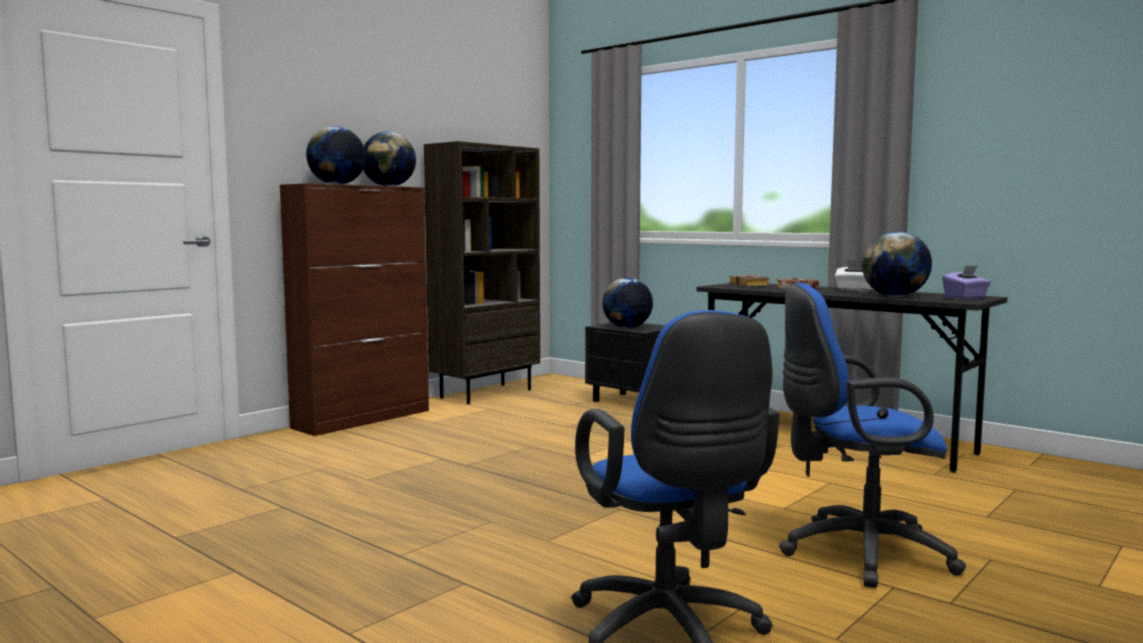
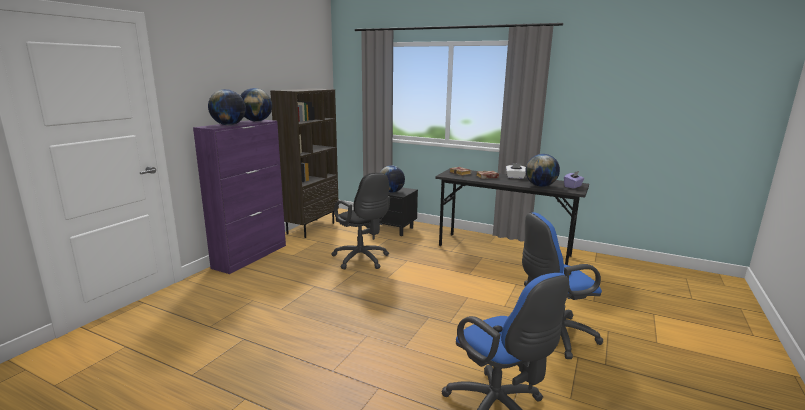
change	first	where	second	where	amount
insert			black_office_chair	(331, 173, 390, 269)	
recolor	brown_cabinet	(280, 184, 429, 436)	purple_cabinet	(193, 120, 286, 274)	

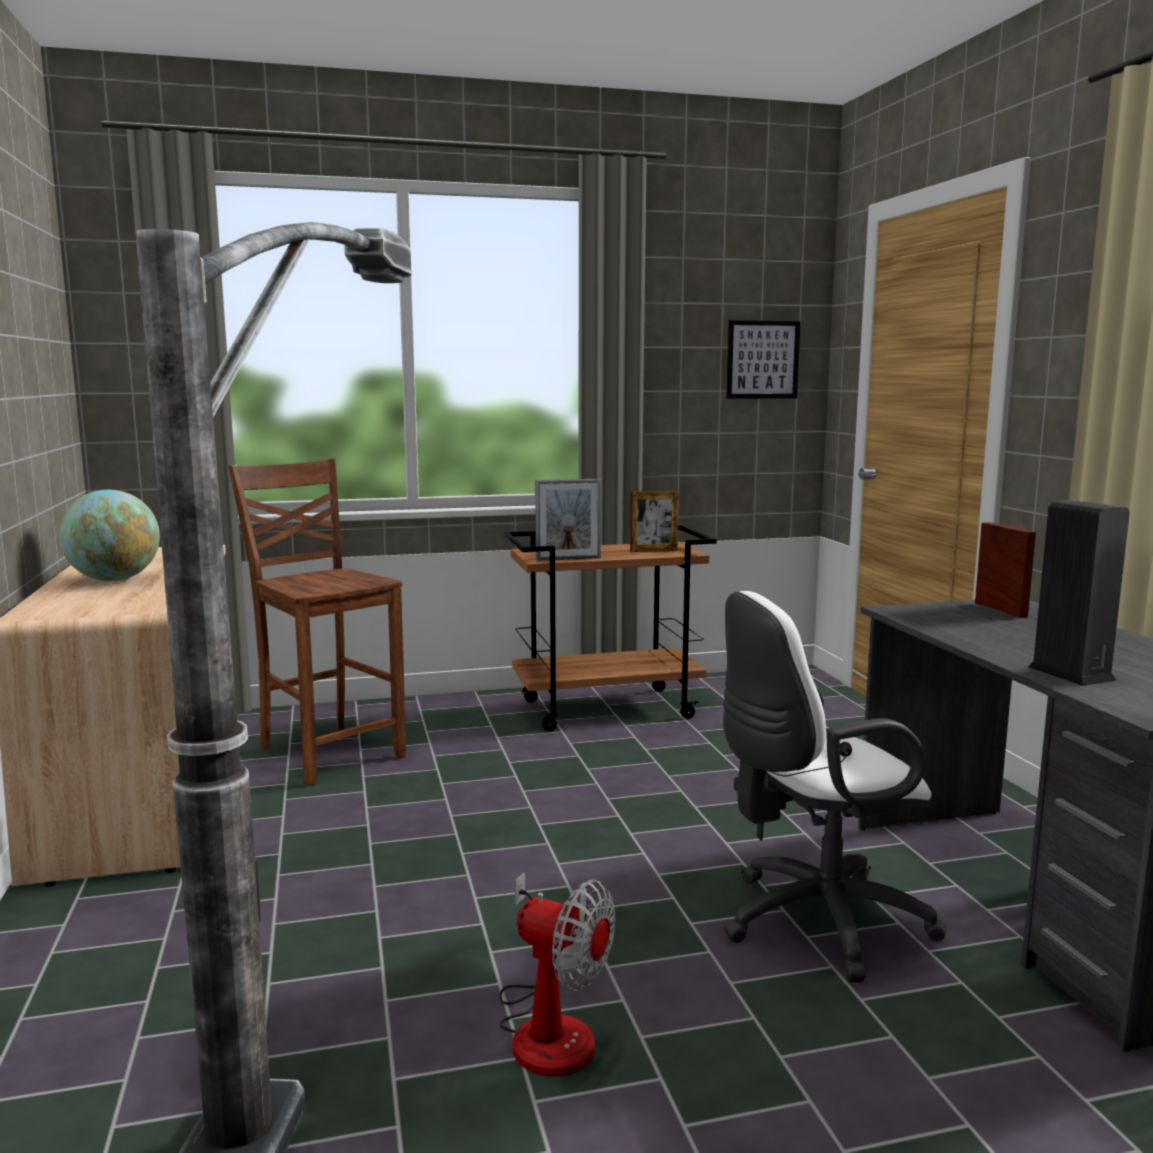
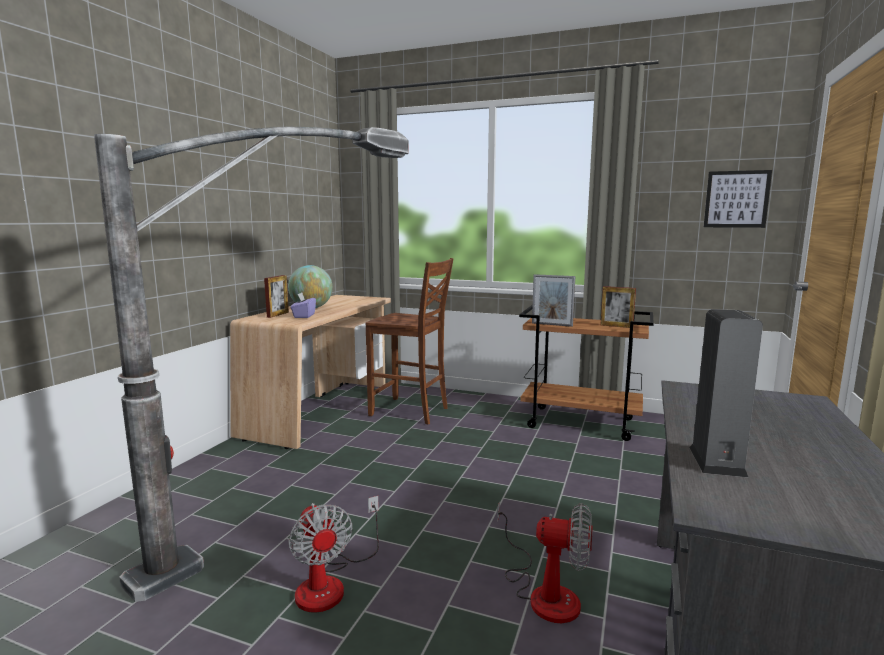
change	first	where	second	where	amount
insert			purple_tissue_box	(290, 293, 316, 318)	
move	picture_frame	(975, 522, 1036, 618)		(264, 275, 289, 318)	
replace	white_office_chair	(723, 591, 946, 982)	fan	(497, 501, 592, 623)	
rotate	brown_chair	(228, 459, 406, 786)		(365, 258, 454, 425)	120 degrees clockwise

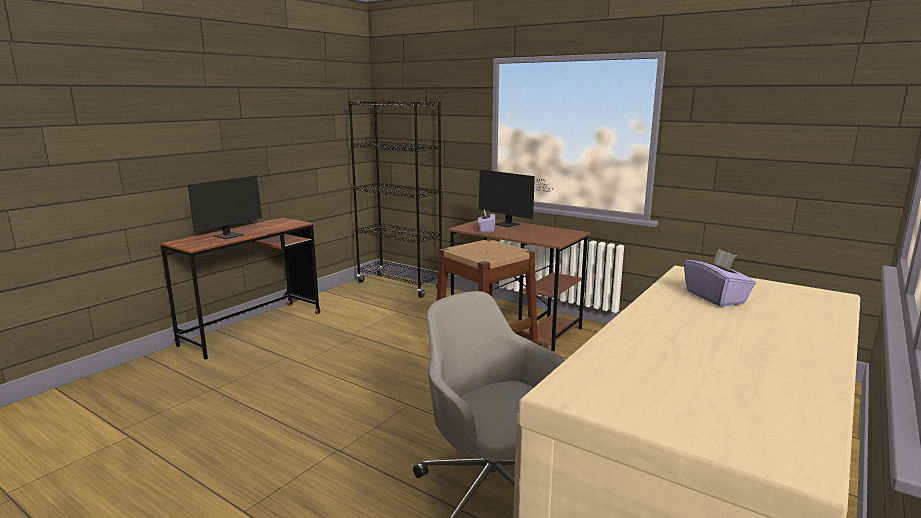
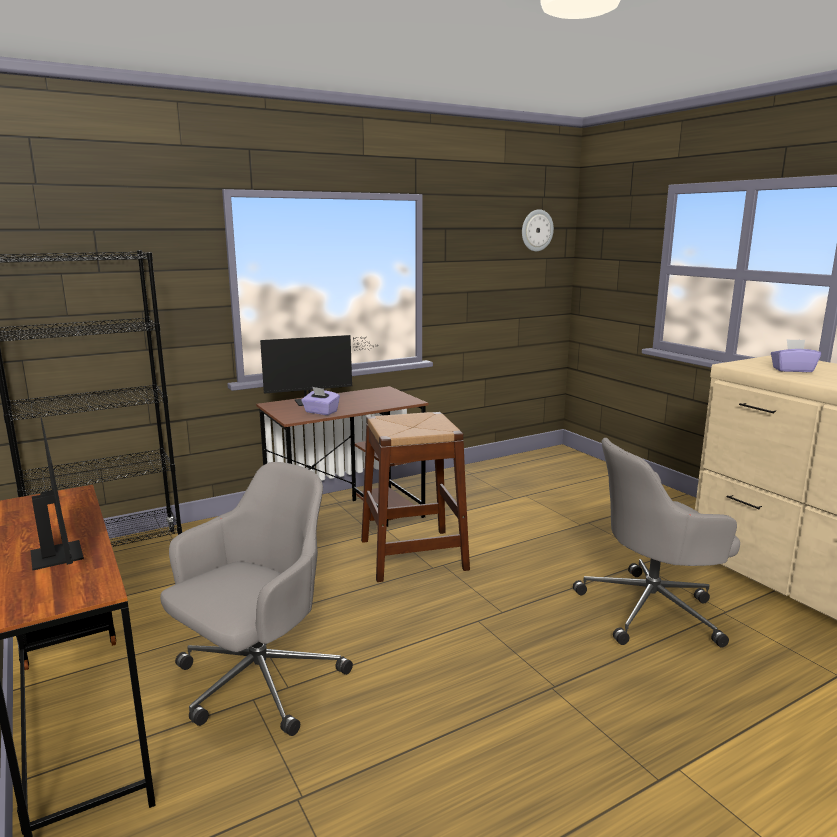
change	first	where	second	where	amount
insert			grey_office_chair	(160, 462, 353, 736)	
insert			wall_clock	(522, 209, 554, 251)	

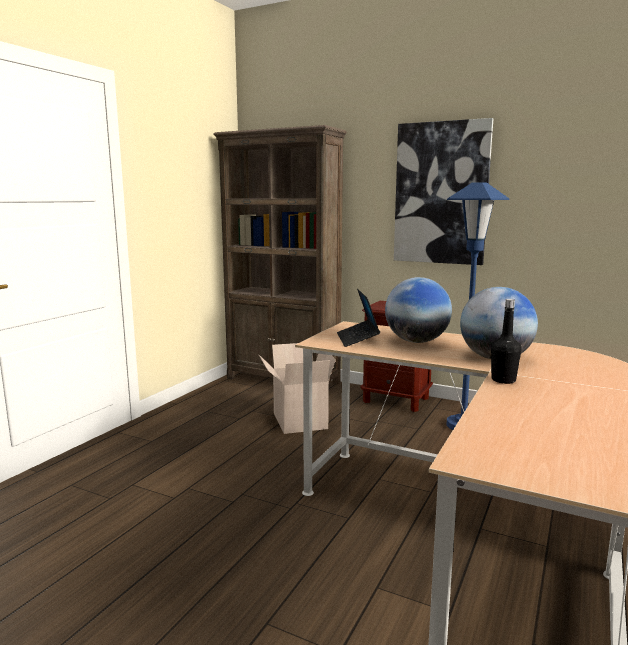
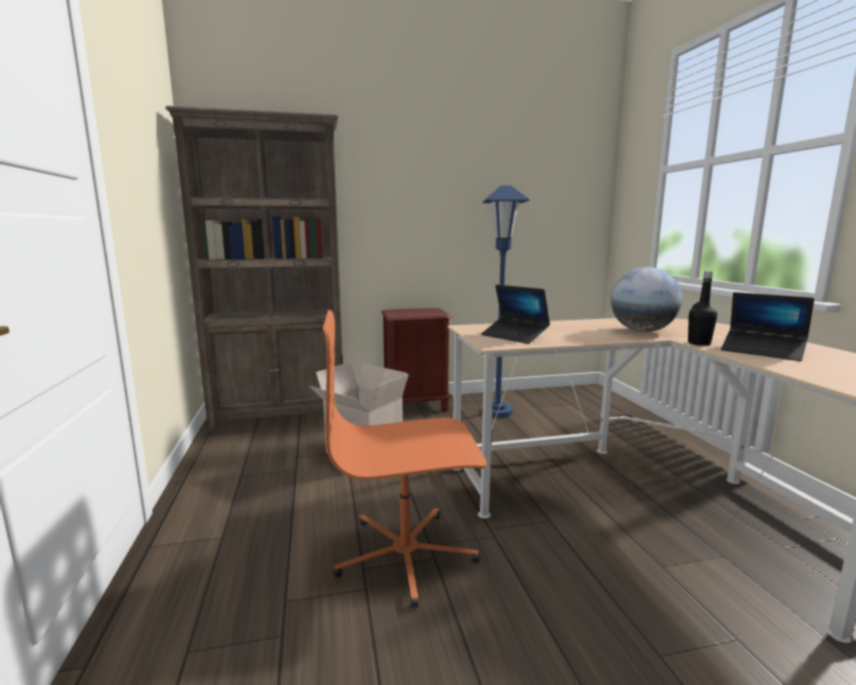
change	first	where	second	where	amount
delete	globe	(385, 277, 452, 343)			
delete	picture	(394, 118, 493, 265)			
insert			orange_office_chair	(323, 310, 487, 608)	
insert			laptop	(721, 292, 814, 361)	

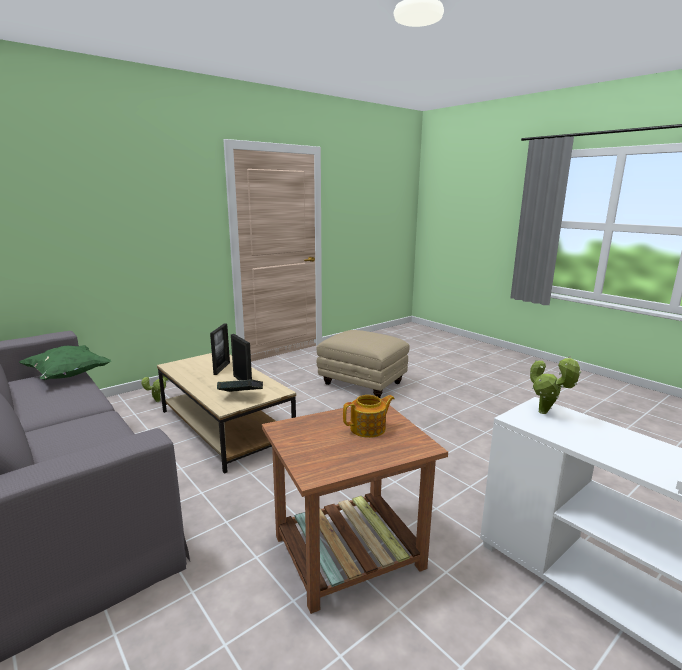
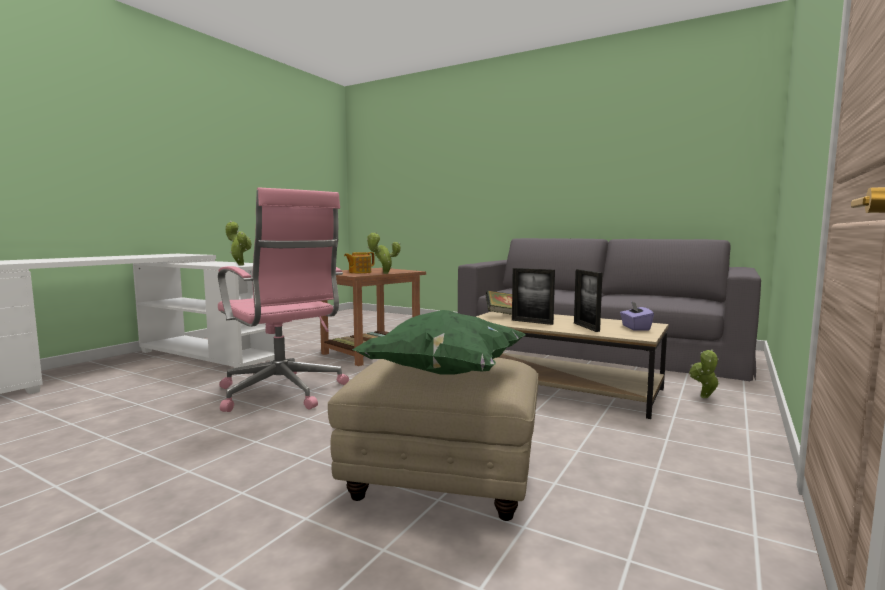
change	first	where	second	where	amount
insert			pink_office_chair	(218, 187, 349, 412)	
insert			potted_plant	(366, 232, 401, 274)	
insert			purple_tissue_box	(620, 301, 654, 330)	
move	green_pillow	(19, 345, 111, 380)		(353, 310, 526, 375)	

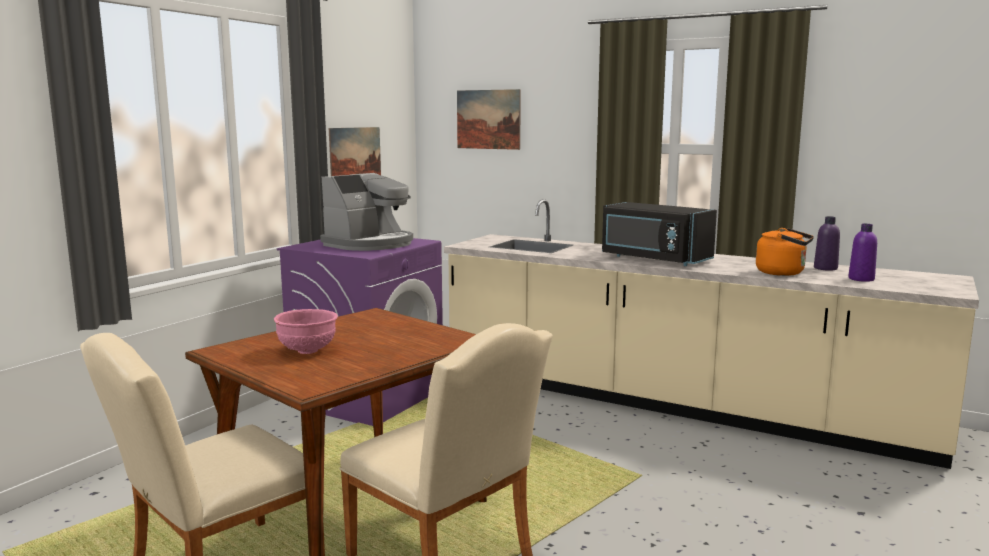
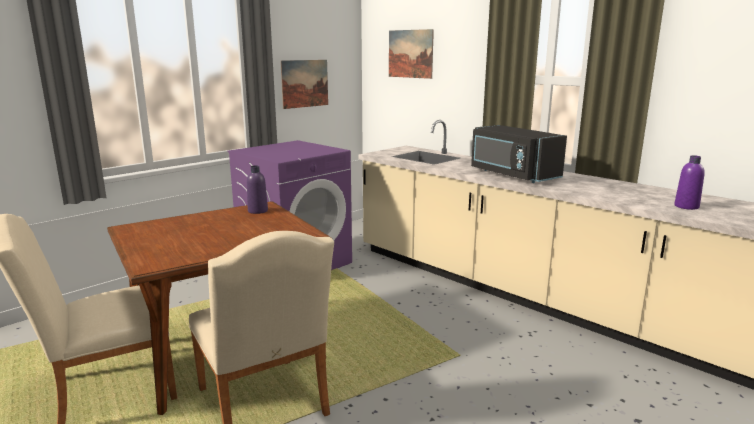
change	first	where	second	where	amount
delete	pink_bowl	(274, 309, 338, 354)			
delete	coffee_machine	(320, 173, 413, 251)			
delete	orange_kettle	(756, 228, 814, 276)			
move	purple_bottle	(814, 216, 840, 271)		(247, 165, 268, 214)	

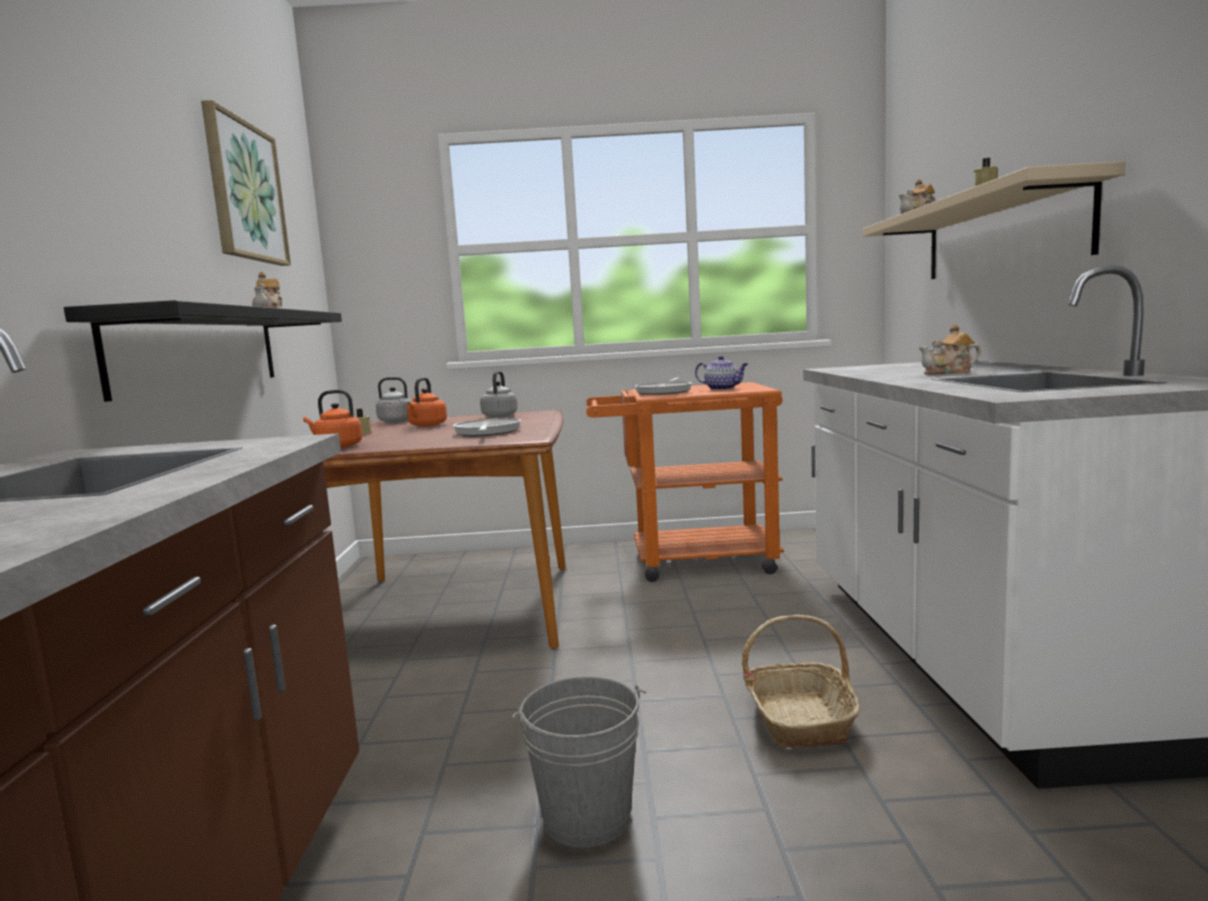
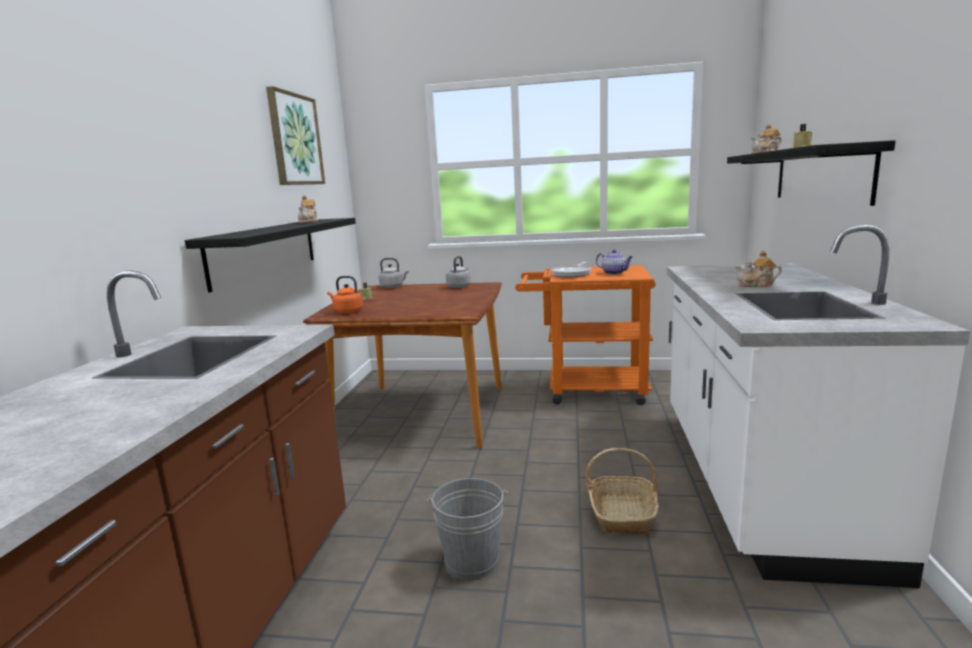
change	first	where	second	where	amount
delete	orange_kettle	(407, 377, 447, 427)			
delete	frying_pan	(453, 418, 521, 436)			
recolor	beige_shelf	(863, 161, 1125, 279)	black_shelf	(727, 140, 895, 206)	

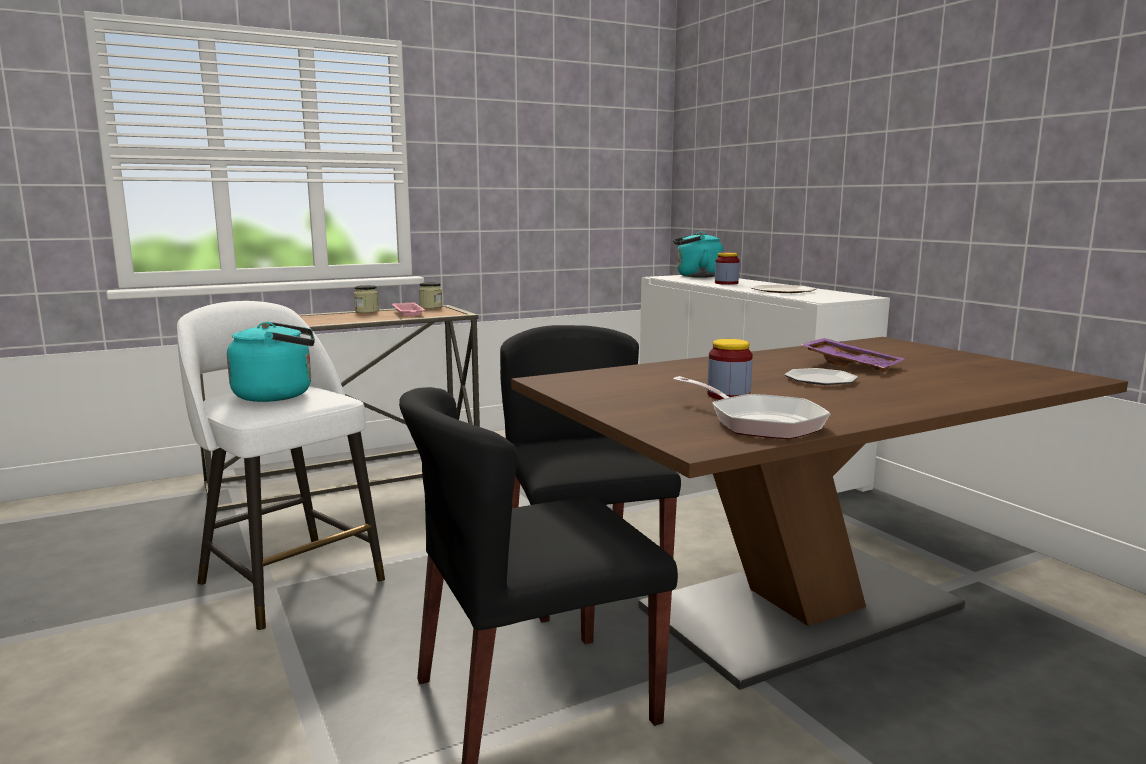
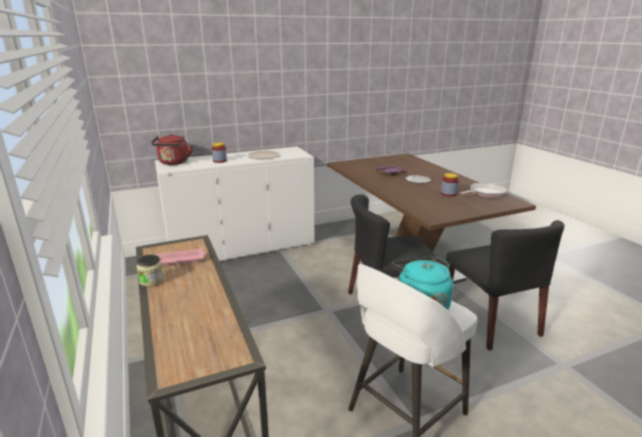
change	first	where	second	where	amount
delete	jar	(419, 282, 442, 309)			
recolor	turquoise_kettle	(673, 232, 723, 278)	red_kettle	(151, 134, 193, 165)	

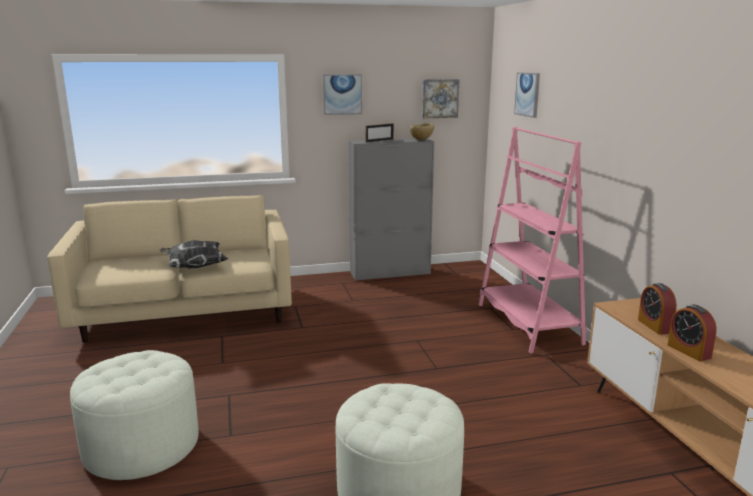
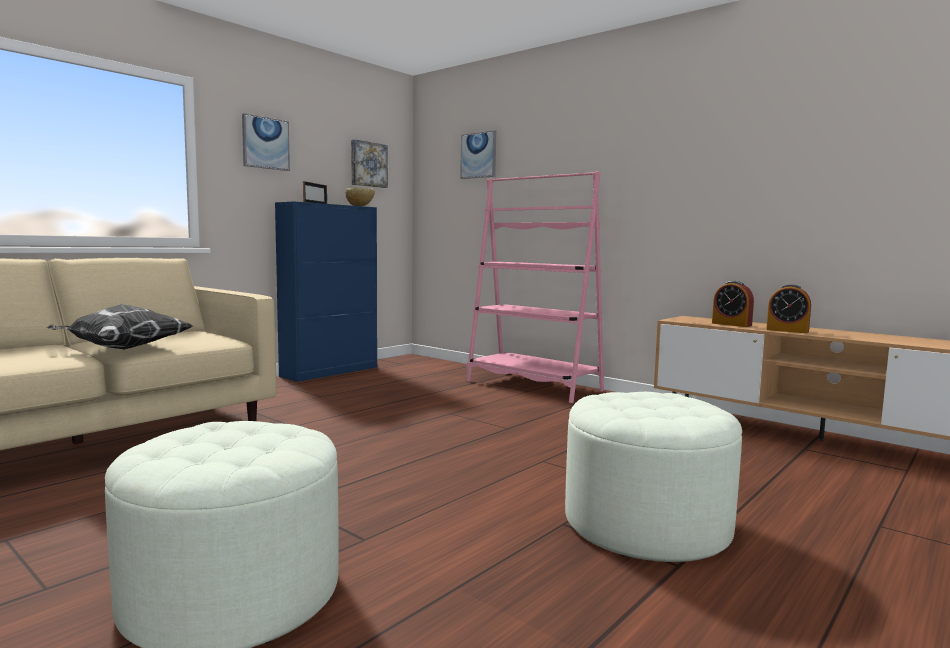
change	first	where	second	where	amount
recolor	grey_cabinet	(348, 139, 434, 280)	blue_cabinet	(275, 201, 377, 382)	

